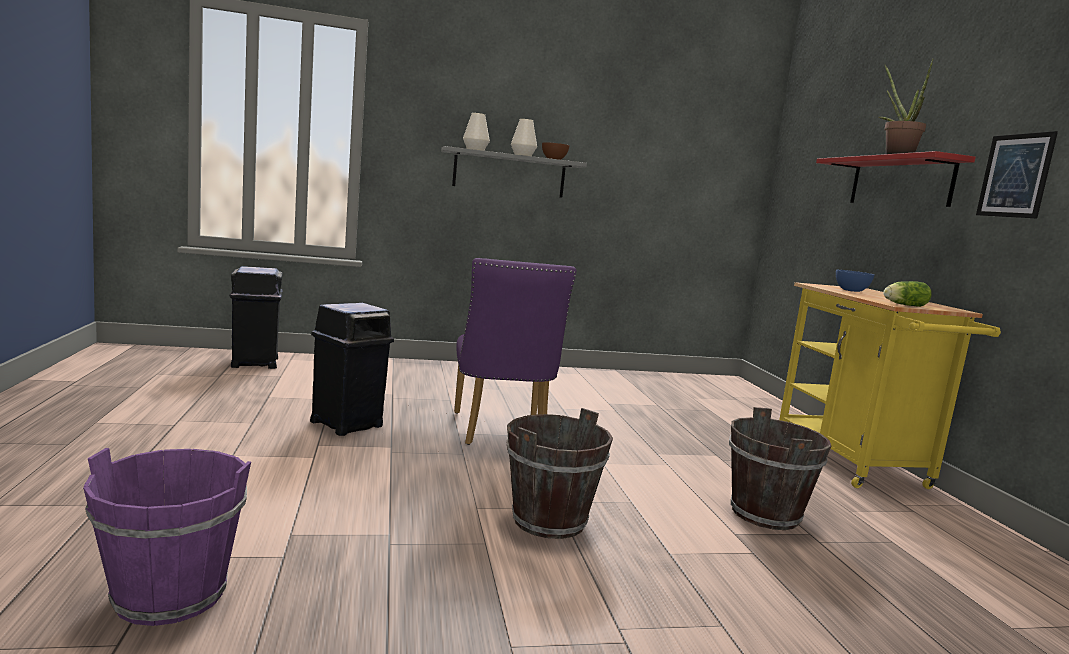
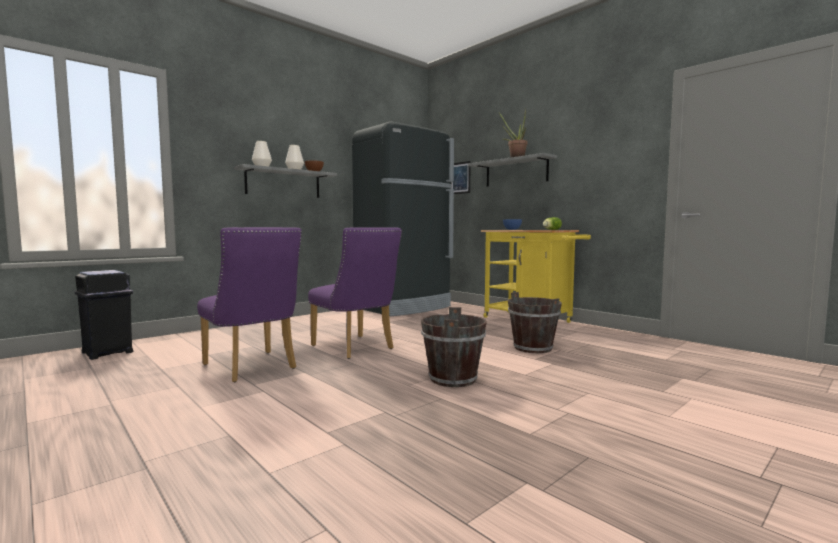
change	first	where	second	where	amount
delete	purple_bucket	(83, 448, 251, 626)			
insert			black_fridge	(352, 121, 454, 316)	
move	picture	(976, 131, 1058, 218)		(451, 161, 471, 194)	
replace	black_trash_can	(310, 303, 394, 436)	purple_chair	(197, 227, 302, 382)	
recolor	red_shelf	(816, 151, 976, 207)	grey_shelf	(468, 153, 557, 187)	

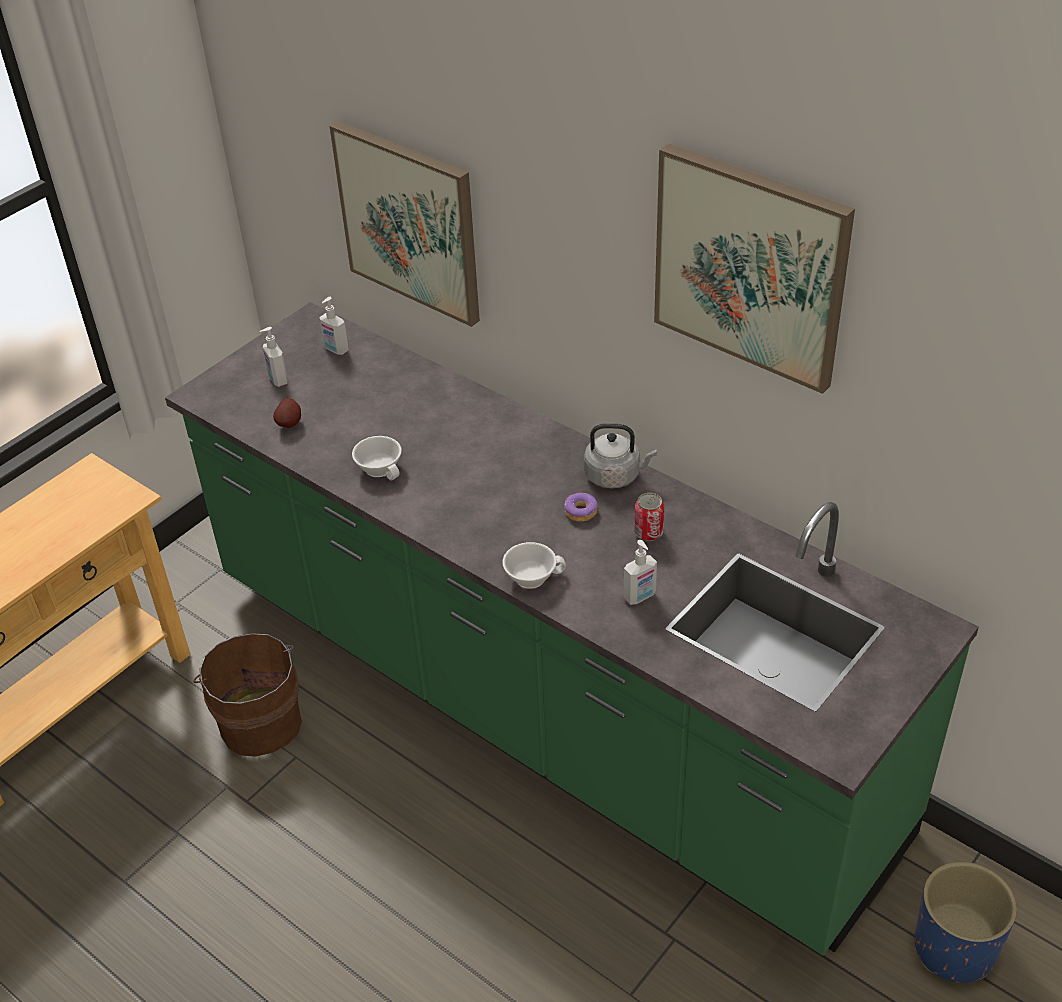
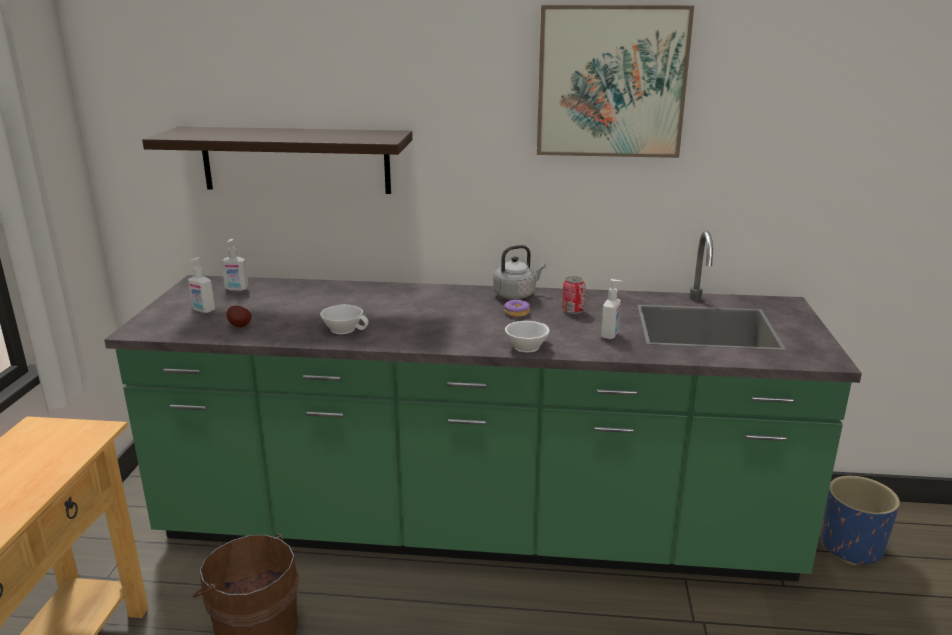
change	first	where	second	where	amount
replace	picture	(330, 121, 480, 327)	shelf	(142, 127, 413, 194)	

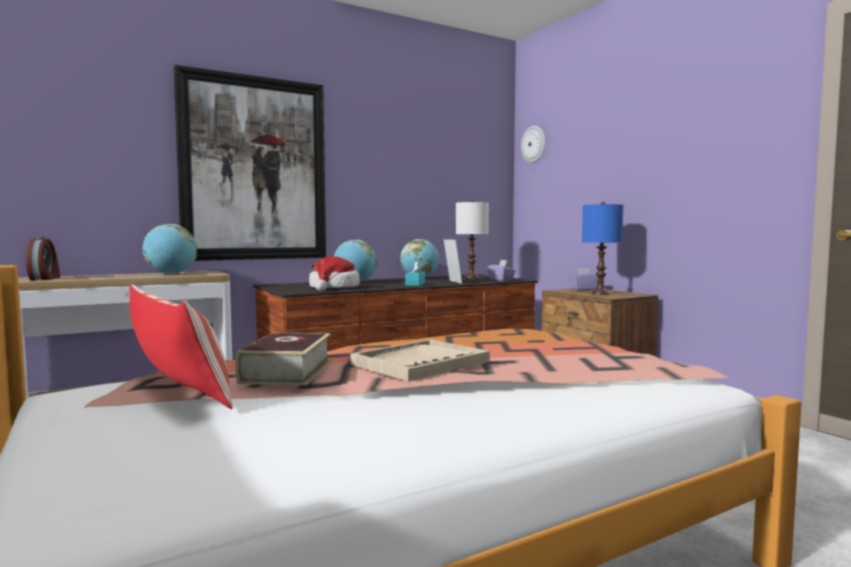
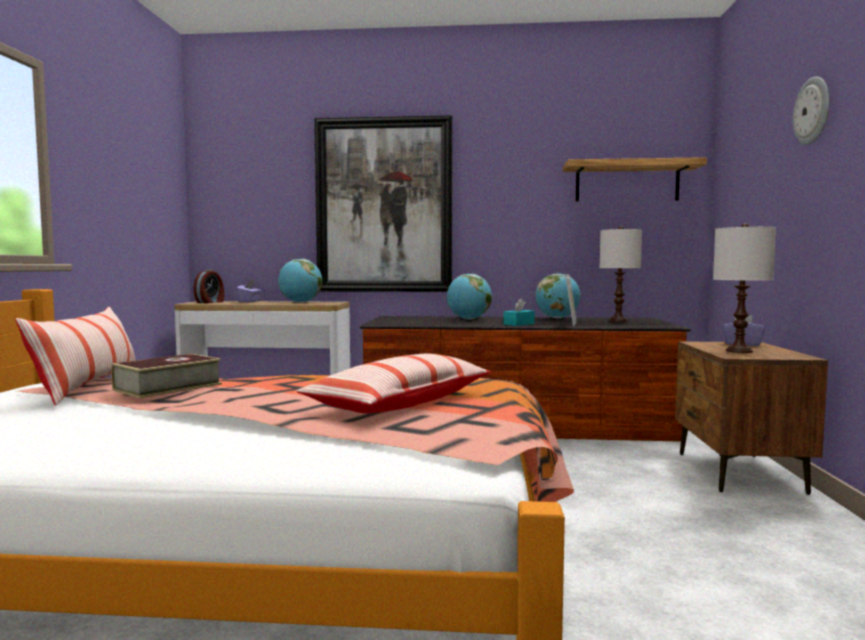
change	first	where	second	where	amount
delete	hat	(309, 256, 359, 291)			
delete	beige_tray	(350, 339, 490, 381)			
insert			pillow	(297, 354, 491, 413)	
insert			shelf	(563, 157, 707, 201)	
move	purple_tissue_box	(487, 260, 516, 281)		(236, 280, 262, 302)	
move	wall_clock	(521, 126, 545, 163)		(793, 76, 830, 145)	
recolor	blue_table_lamp	(582, 202, 624, 295)	white_table_lamp	(713, 223, 776, 353)	

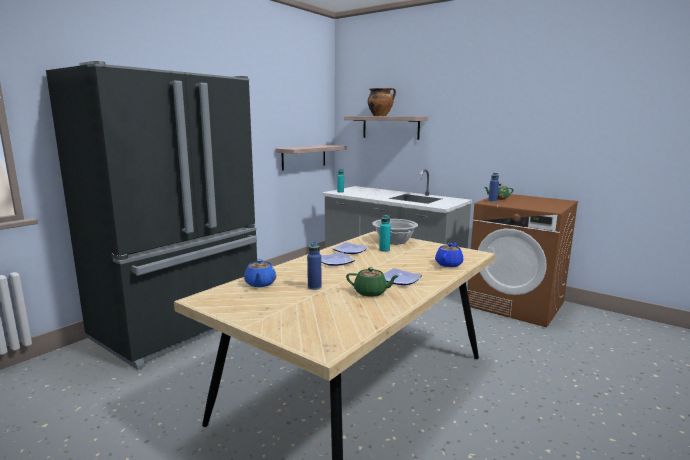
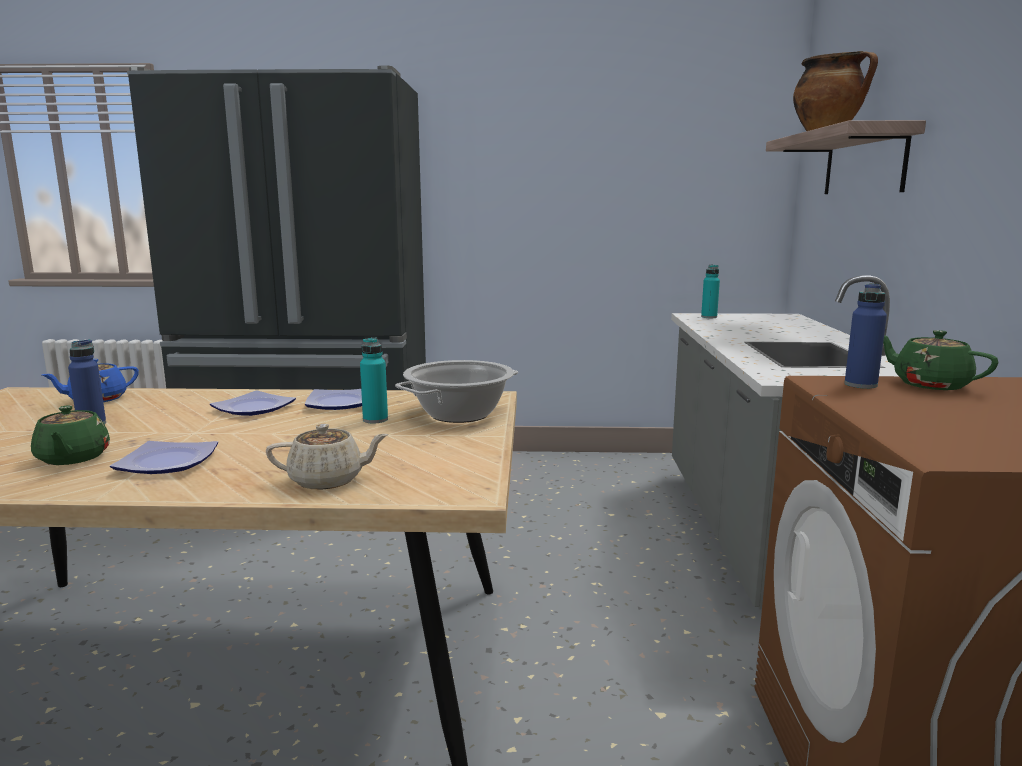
change	first	where	second	where	amount
delete	shelf	(275, 145, 347, 171)			
recolor	blue_teapot	(435, 242, 463, 267)	beige_teapot	(266, 424, 389, 490)	

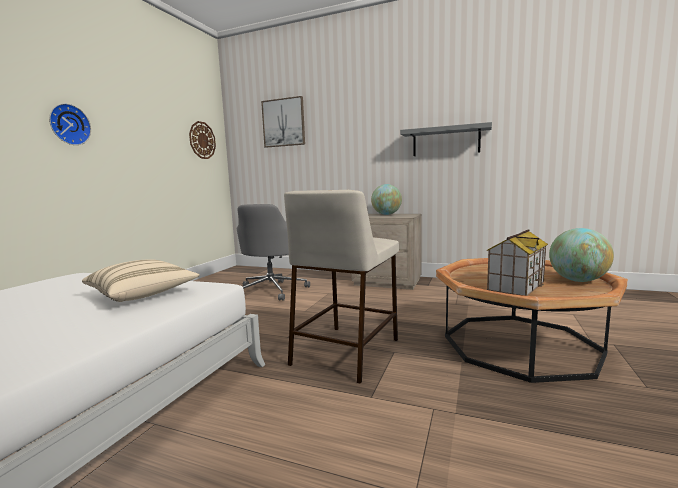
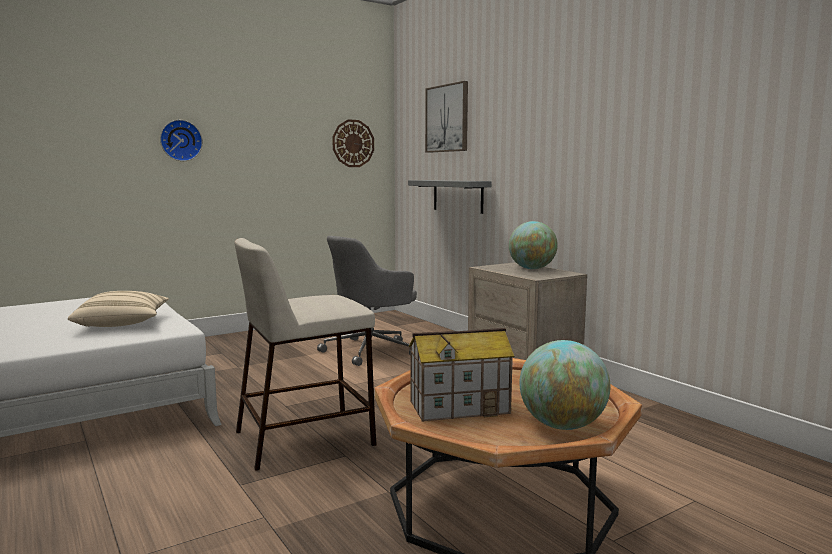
change	first	where	second	where	amount
move	grey_shelf	(400, 122, 492, 156)		(408, 180, 492, 214)	

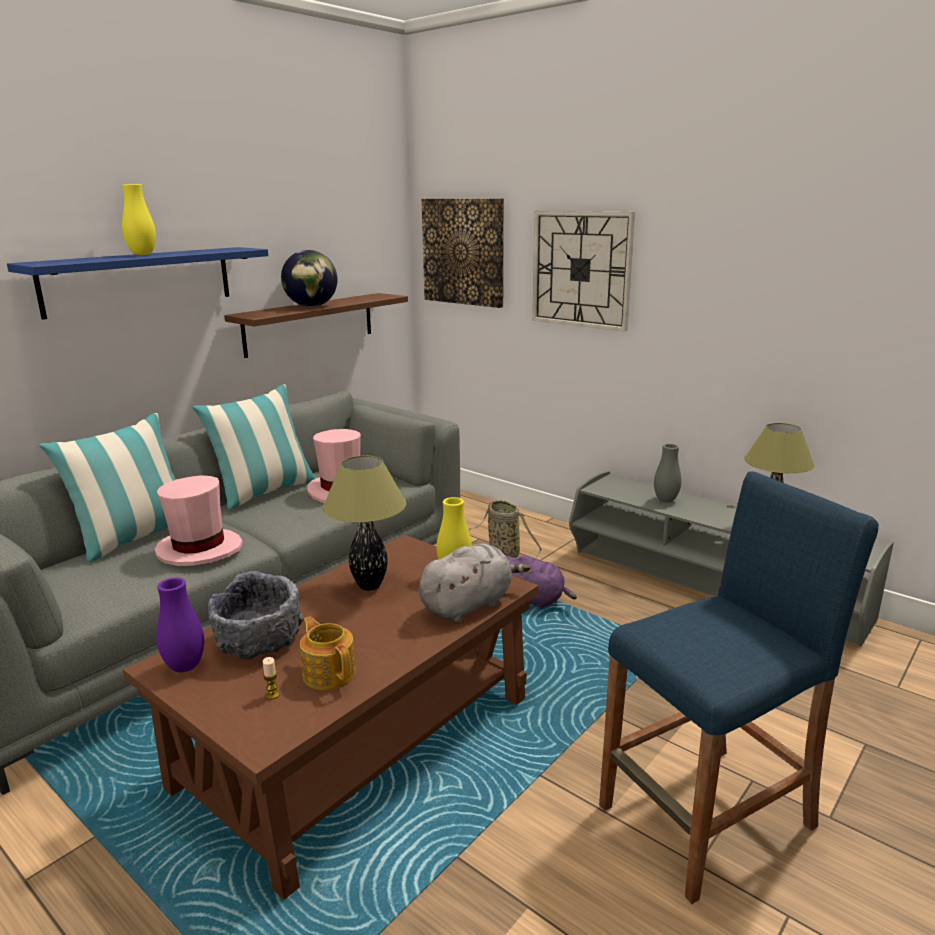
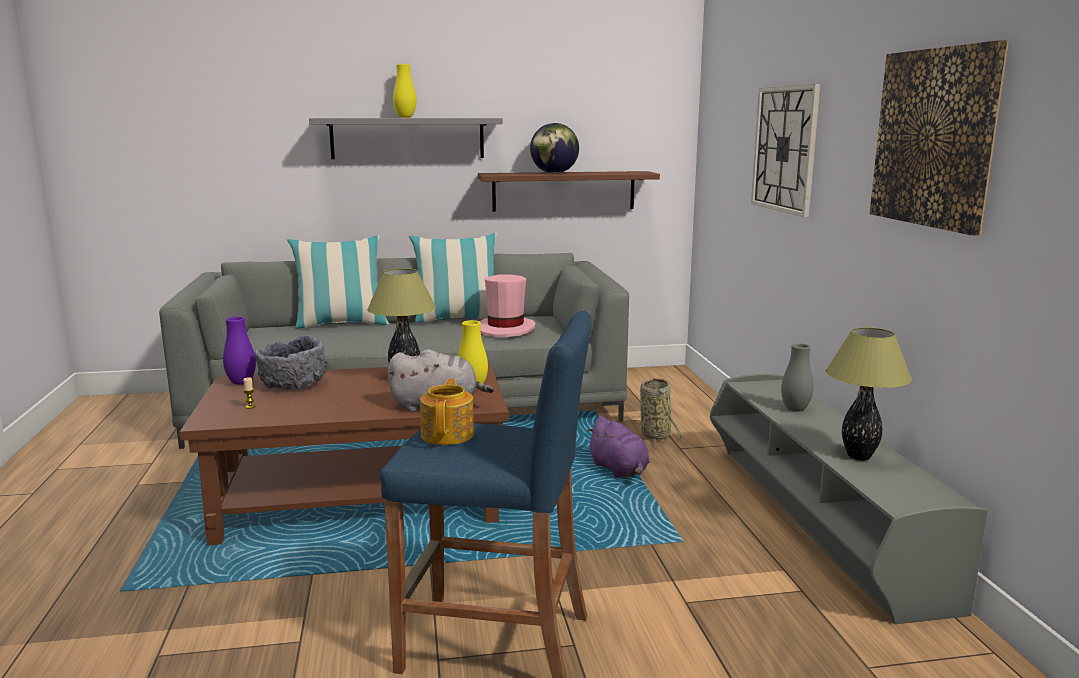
change	first	where	second	where	amount
delete	pink_hat	(155, 475, 243, 566)			
move	teapot	(300, 616, 356, 690)		(420, 379, 474, 445)	
move	picture	(422, 199, 504, 308)		(870, 40, 1009, 235)	
recolor	blue_shelf	(7, 247, 268, 320)	grey_shelf	(309, 118, 503, 159)	

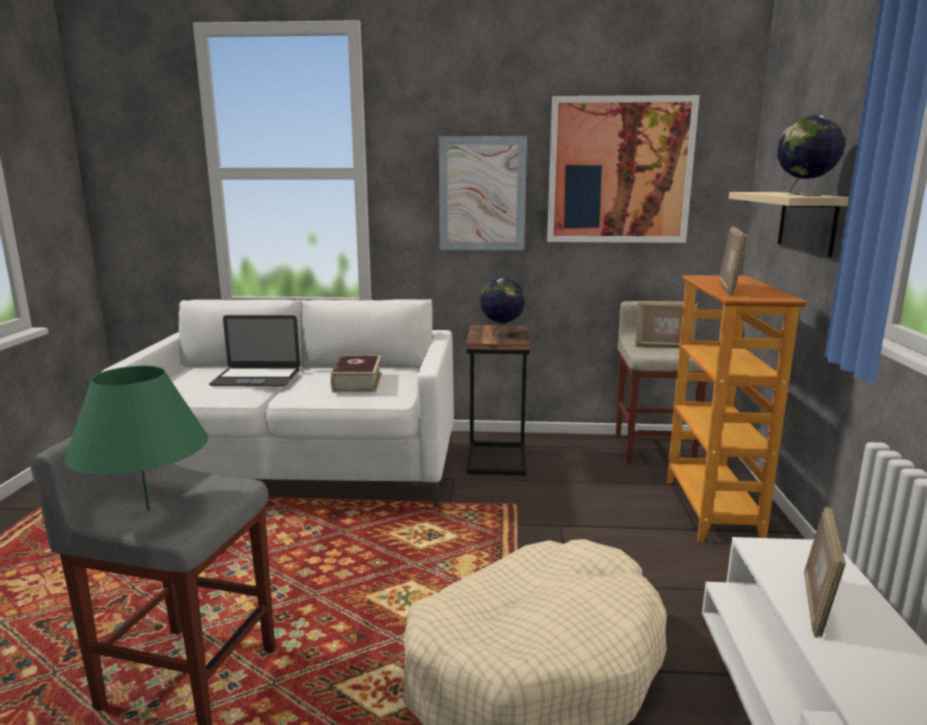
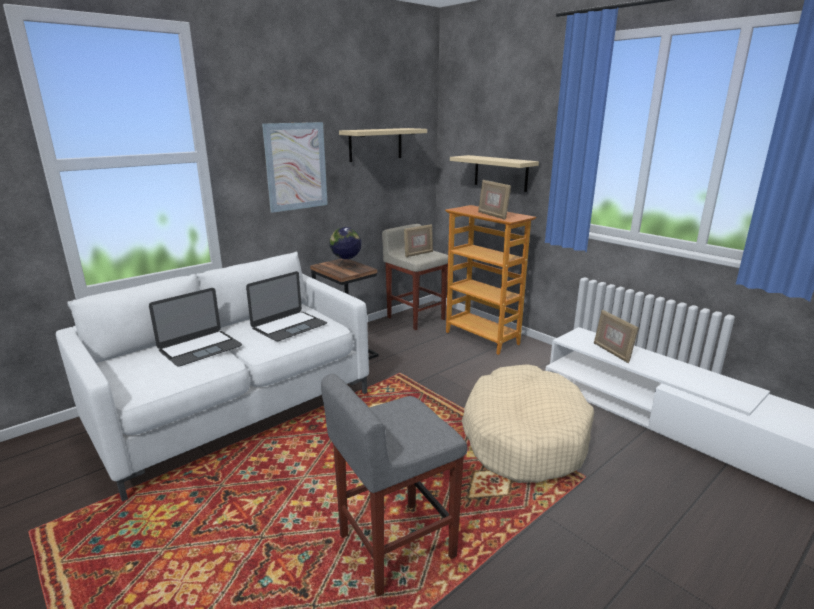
change	first	where	second	where	amount
delete	green_table_lamp	(64, 366, 208, 511)			
delete	globe	(777, 115, 845, 196)			
replace	book	(331, 355, 381, 393)	laptop	(246, 271, 327, 341)	
replace	picture	(547, 95, 700, 243)	beige_shelf	(339, 128, 427, 162)	

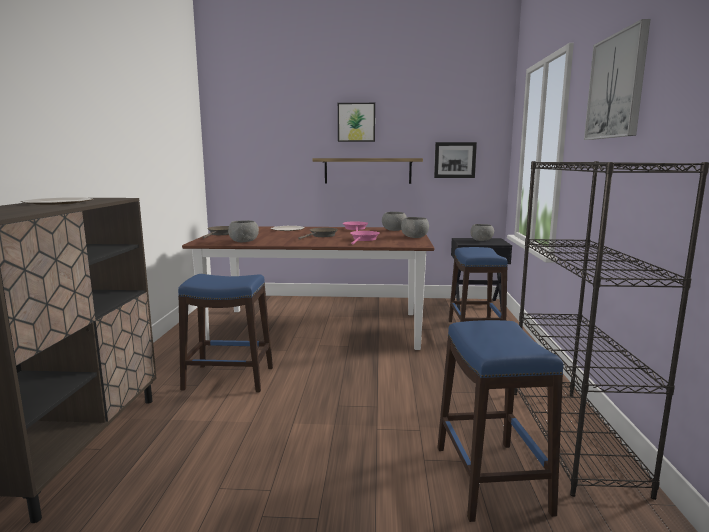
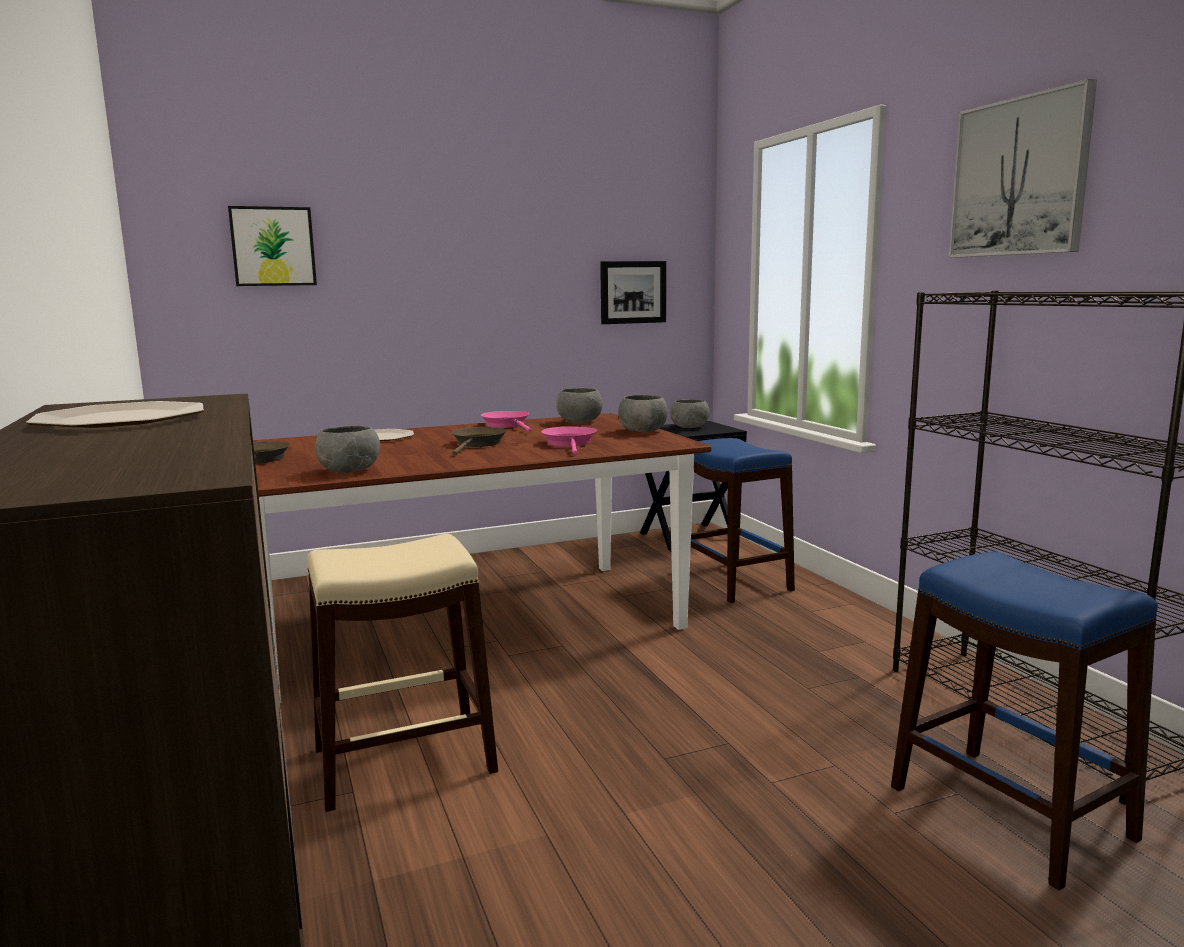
change	first	where	second	where	amount
delete	shelf	(313, 158, 423, 184)			
move	picture	(338, 103, 375, 142)		(228, 206, 317, 286)	
recolor	blue_stool	(178, 274, 273, 392)	beige_stool	(307, 534, 498, 812)	

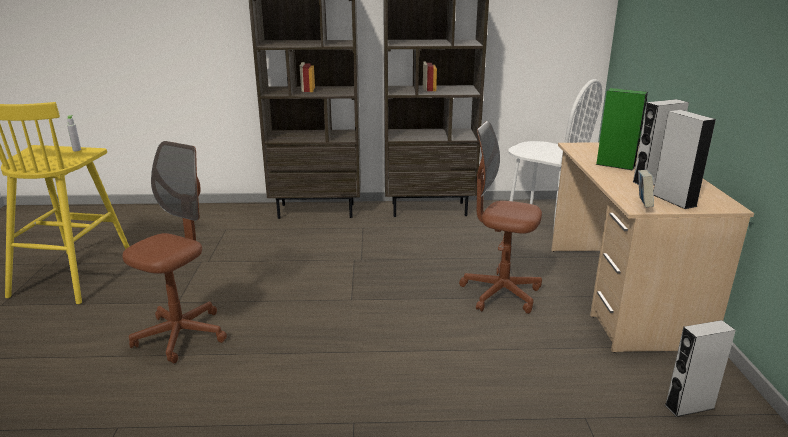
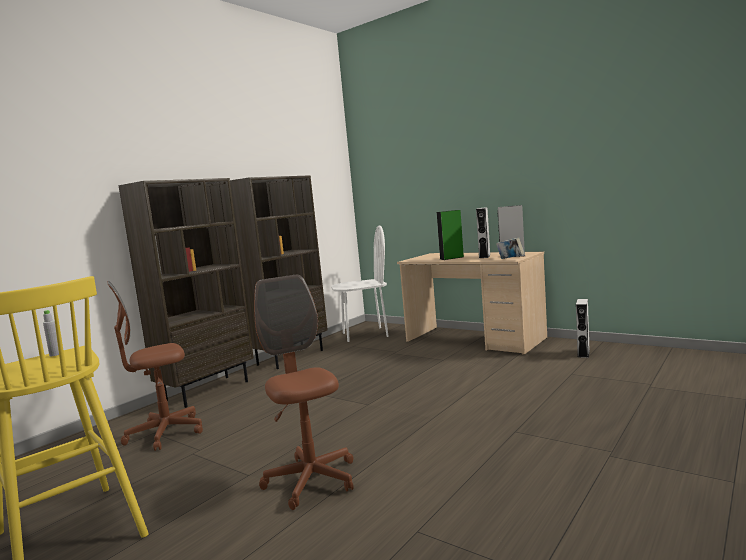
change	first	where	second	where	amount
move	brown_office_chair	(459, 121, 542, 314)		(107, 281, 203, 451)	

